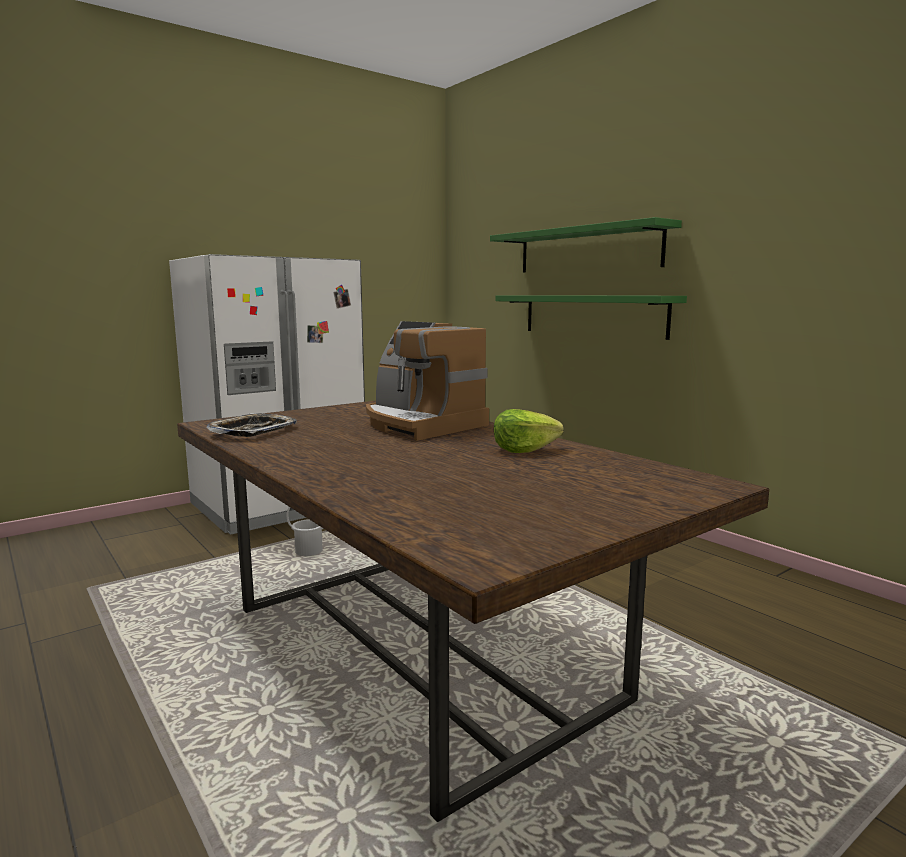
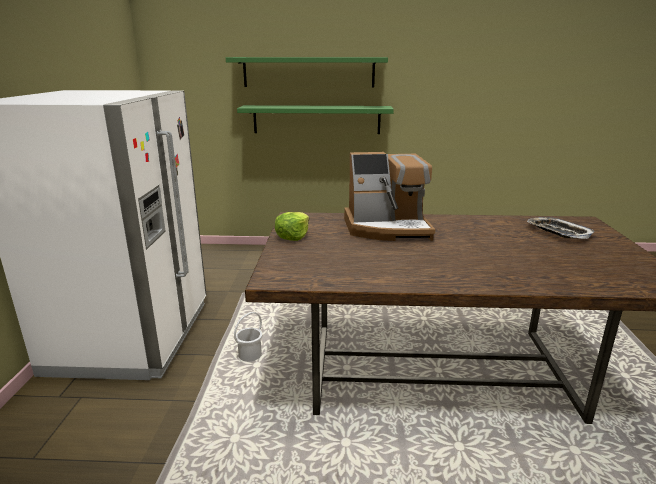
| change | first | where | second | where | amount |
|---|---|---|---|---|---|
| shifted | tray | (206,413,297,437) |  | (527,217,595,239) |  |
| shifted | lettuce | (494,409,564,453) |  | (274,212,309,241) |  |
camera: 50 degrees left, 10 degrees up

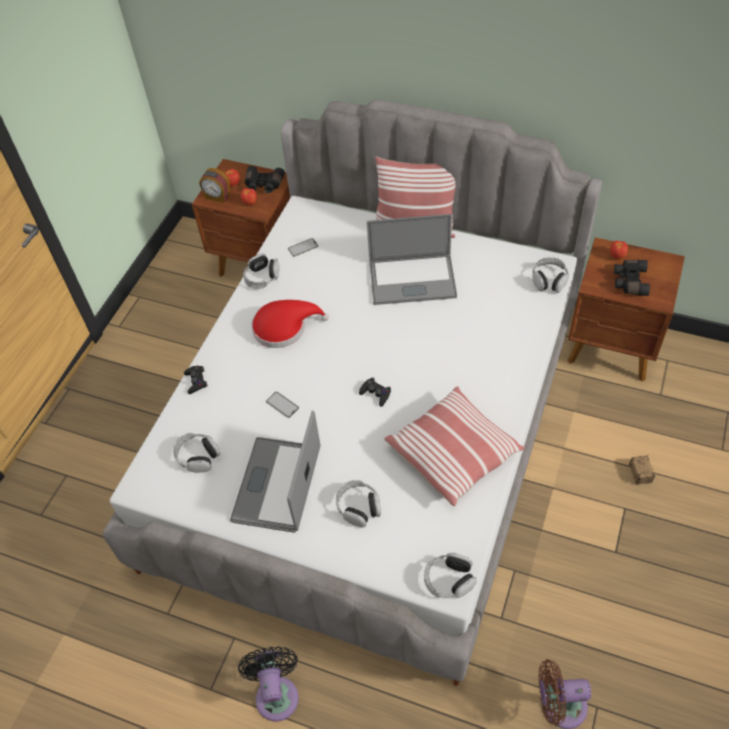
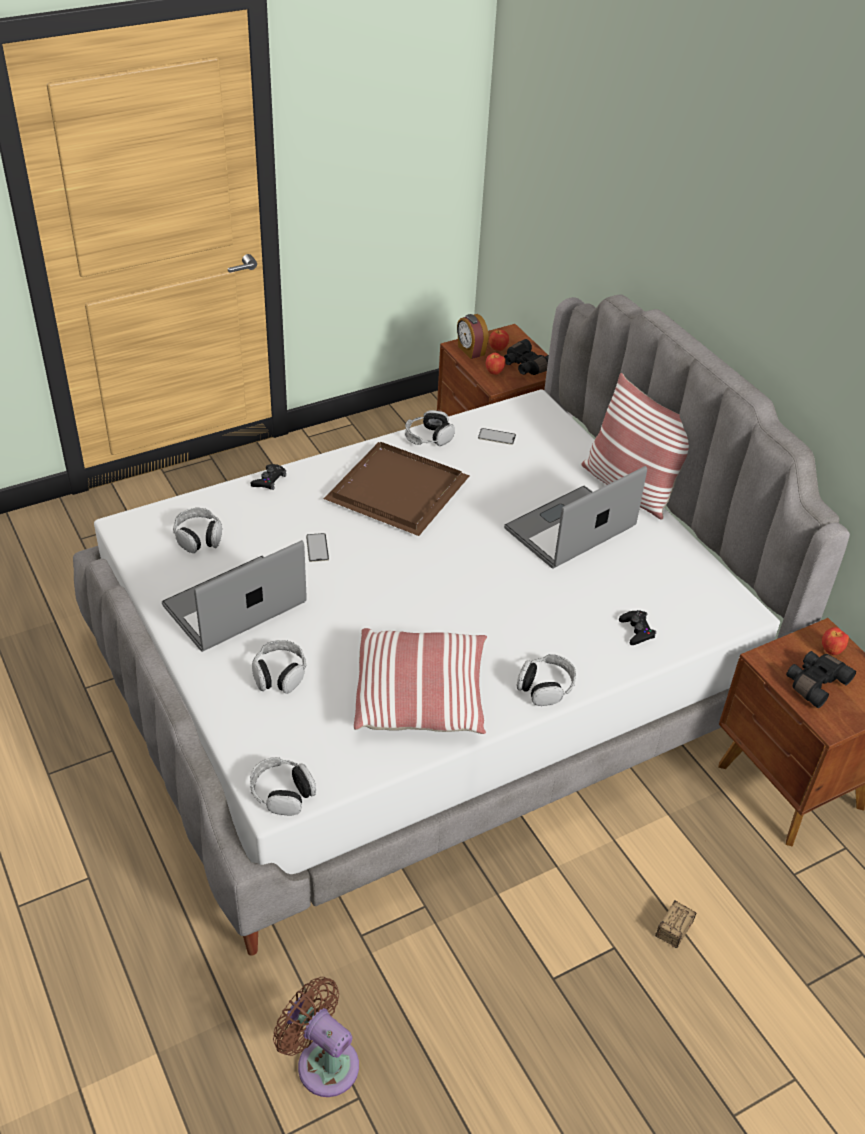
| change | first | where | second | where | amount |
|---|---|---|---|---|---|
| gone | fan (black) | (238,647,299,722) |  |  |  |
| shifted | game controller (black) | (359,377,391,407) |  | (619,610,656,645) |  |
| shifted | headphones | (532,257,569,293) |  | (517,654,576,706) |  |
| swapped | hat (red) | (252,300,329,348) | tray (brown) | (324,442,469,536) |  |
| rotated | laptop | (367,214,457,305) |  | (504,466,647,569) | 105 degrees clockwise |
camera: 35 degrees right, 10 degrees down

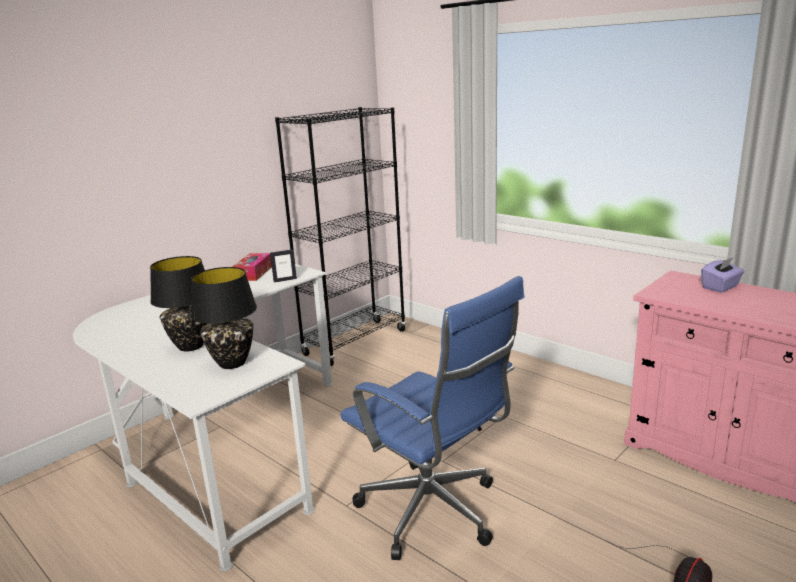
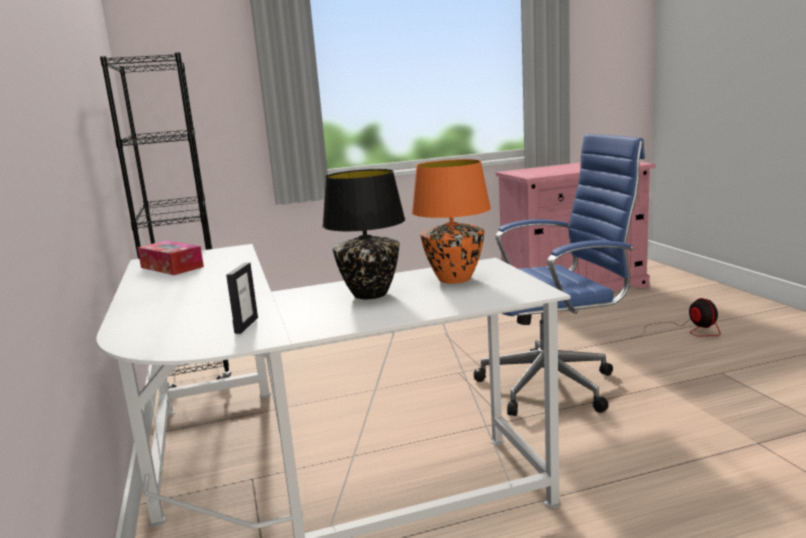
| change | first | where | second | where | amount |
|---|---|---|---|---|---|
| gone | tissue box (purple) | (701,257,744,292) |  |  |  |
| shifted | picture frame | (270,249,297,283) |  | (226,262,258,334) |  |
| repainted | table lamp (black) | (191,267,257,369) | table lamp (orange) | (412,159,491,284) |  |
camera: 60 degrees left, 5 degrees down

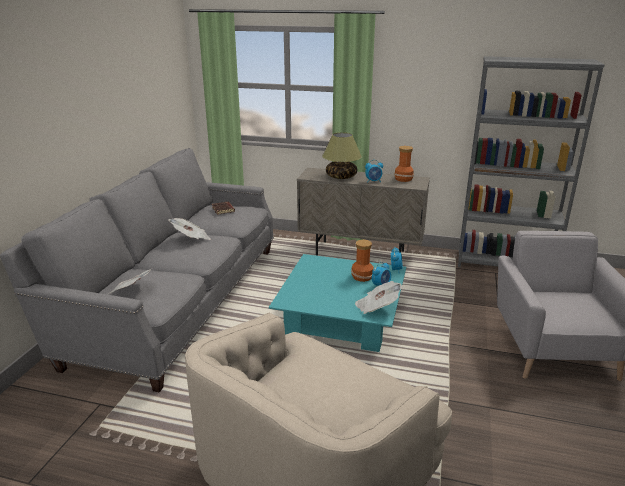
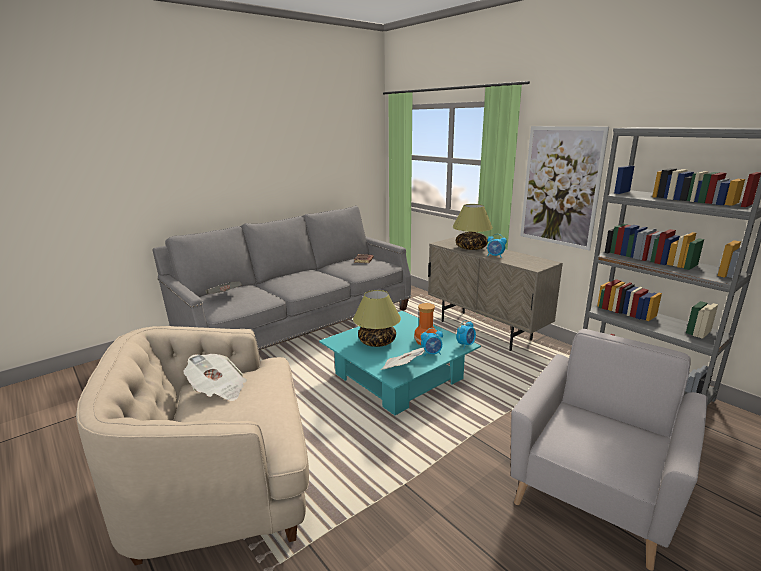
| change | first | where | second | where | amount |
|---|---|---|---|---|---|
| gone | vase | (394,146,414,182) |  |  |  |
| new |  |  | table lamp | (353,290,401,347) |  |
| new |  |  | picture | (520,126,609,251) |  |
| shifted | newspaper | (168,218,211,240) |  | (184,354,247,401) |  |
camera: 35 degrees right, 5 degrees down

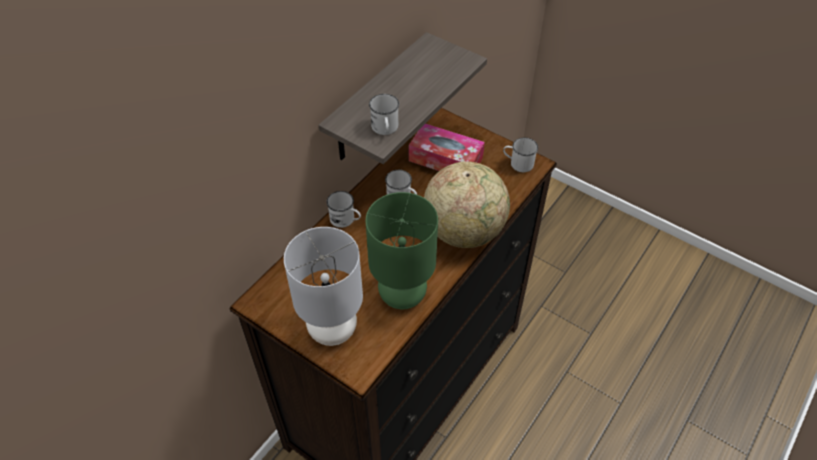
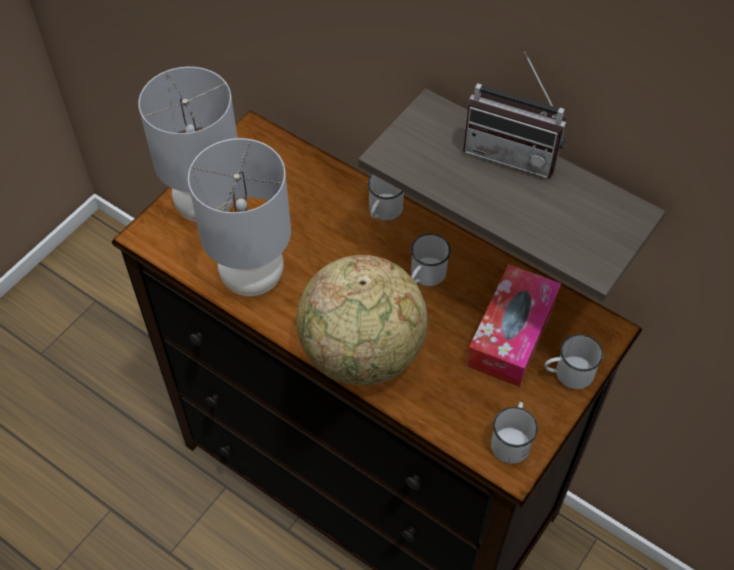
| change | first | where | second | where | amount |
|---|---|---|---|---|---|
| new |  |  | radio | (463,52,566,178) |  |
| shifted | mug (white) | (369,94,399,135) |  | (545,334,603,389) |  |
| repainted | table lamp (green) | (366,192,438,309) | table lamp (grey) | (188,138,291,296) |  |
camera: 90 degrees right, 5 degrees up

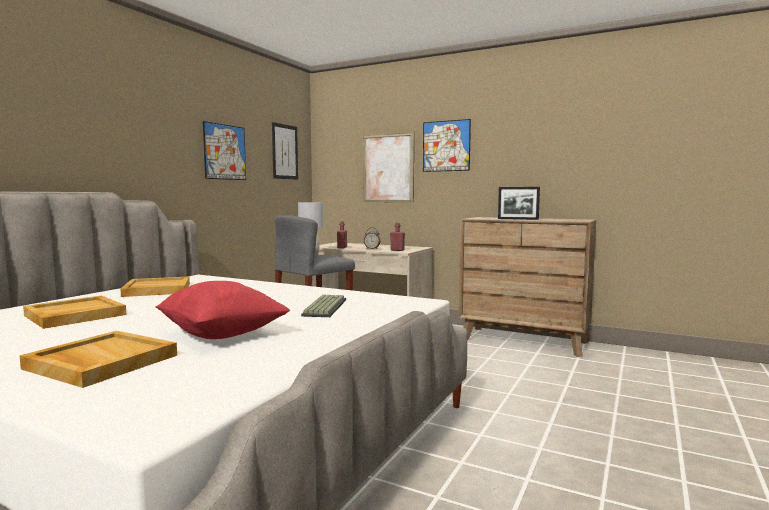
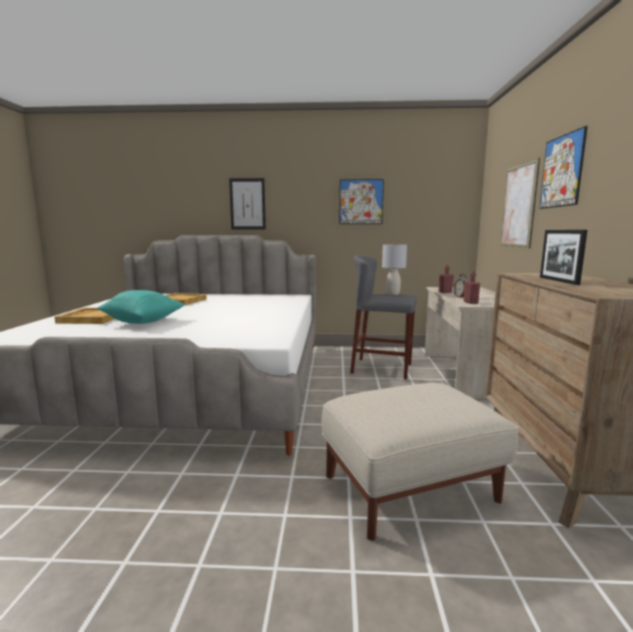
| change | first | where | second | where | amount |
|---|---|---|---|---|---|
| gone | tray (beige) | (120,276,190,297) |  |  |  |
| gone | keyboard | (301,295,346,317) |  |  |  |
| new |  |  | ottoman (beige) | (322,383,519,541) |  |
| shifted | picture | (272,122,298,180) |  | (229,178,266,229) |  |
| repainted | pillow (red) | (156,281,290,339) | pillow (turquoise) | (98,290,185,324) |  |
camera: 65 degrees right, 5 degrees up

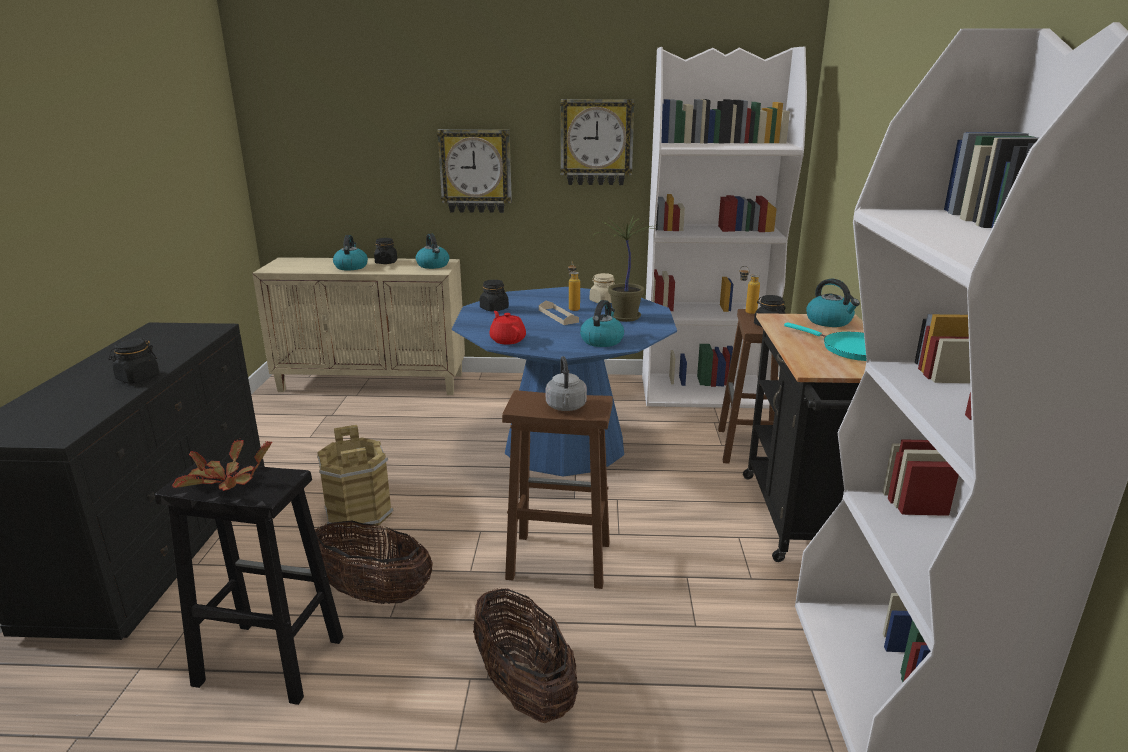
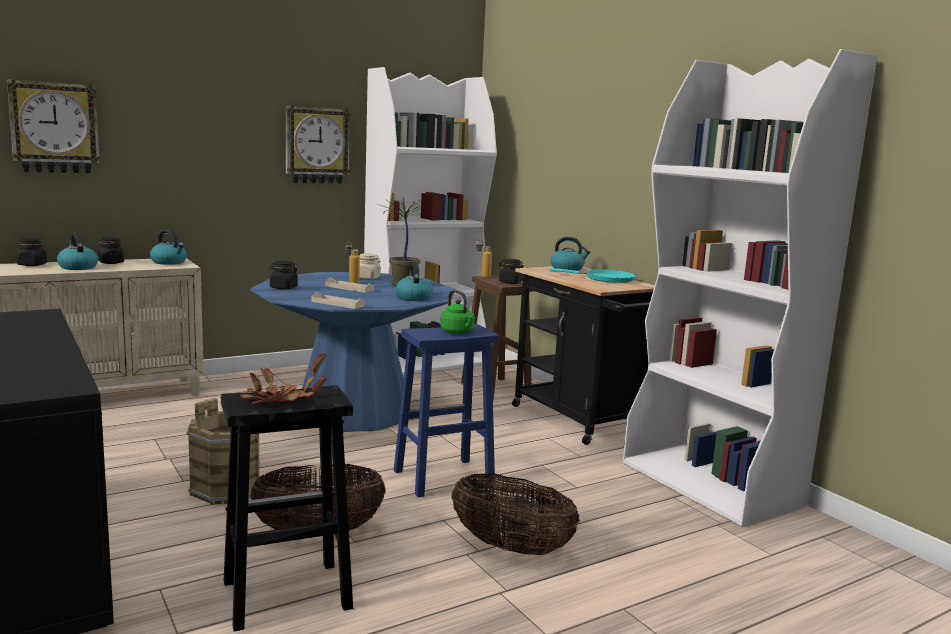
| change | first | where | second | where | amount |
|---|---|---|---|---|---|
| shifted | jar (black) | (108,338,160,384) |  | (16,238,47,266) |  |
| shifted | wall clock | (437,129,512,213) |  | (7,79,100,173) |  |
| swapped | teapot (red) | (490,311,526,345) | tray (beige) | (312,291,365,309) |  |
| repainted | stool (brown) | (502,390,613,589) | stool (blue) | (394,324,499,497) |  |
| repainted | kettle (grey) | (546,356,587,411) | kettle (green) | (440,290,475,334) |  |
camera: 35 degrees left, 10 degrees down

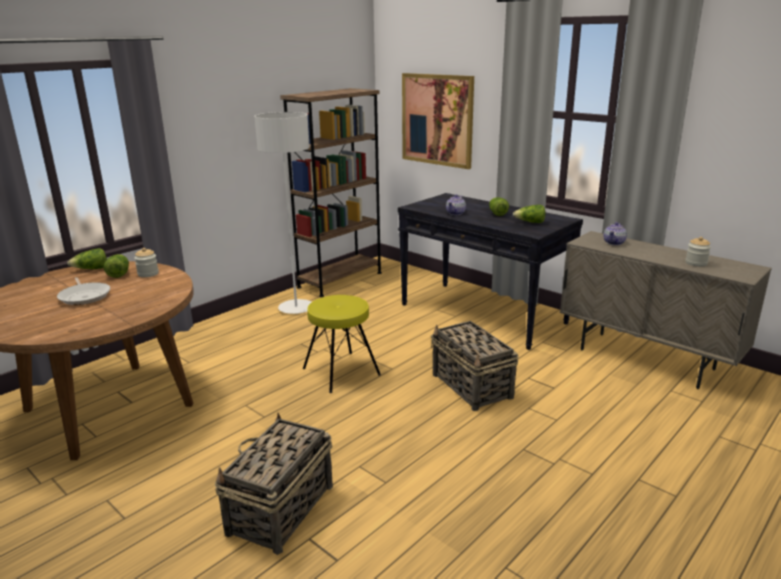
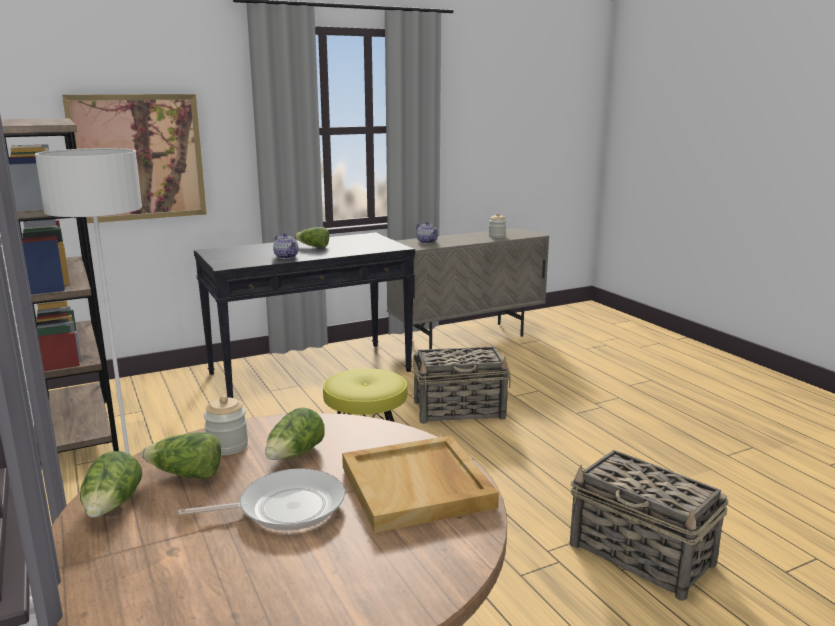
| change | first | where | second | where | amount |
|---|---|---|---|---|---|
| new |  |  | tray (beige) | (342,436,499,533) |  |
| shifted | lettuce | (513,205,546,223) |  | (265,407,325,460) |  |
camera: 70 degrees left, 5 degrees down

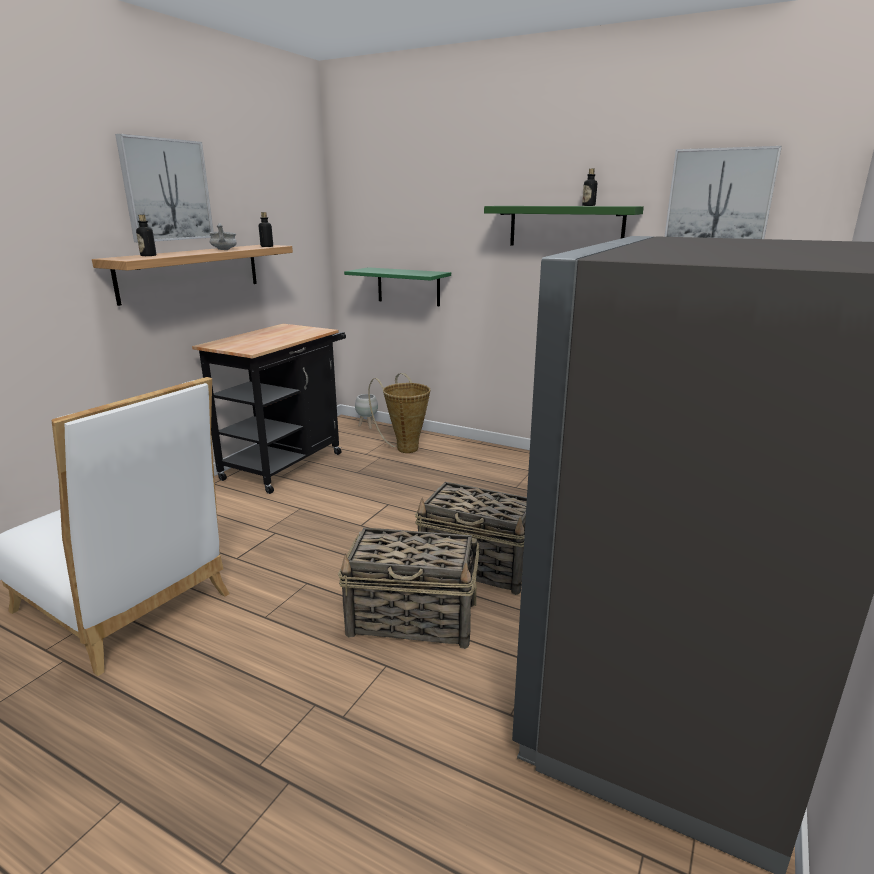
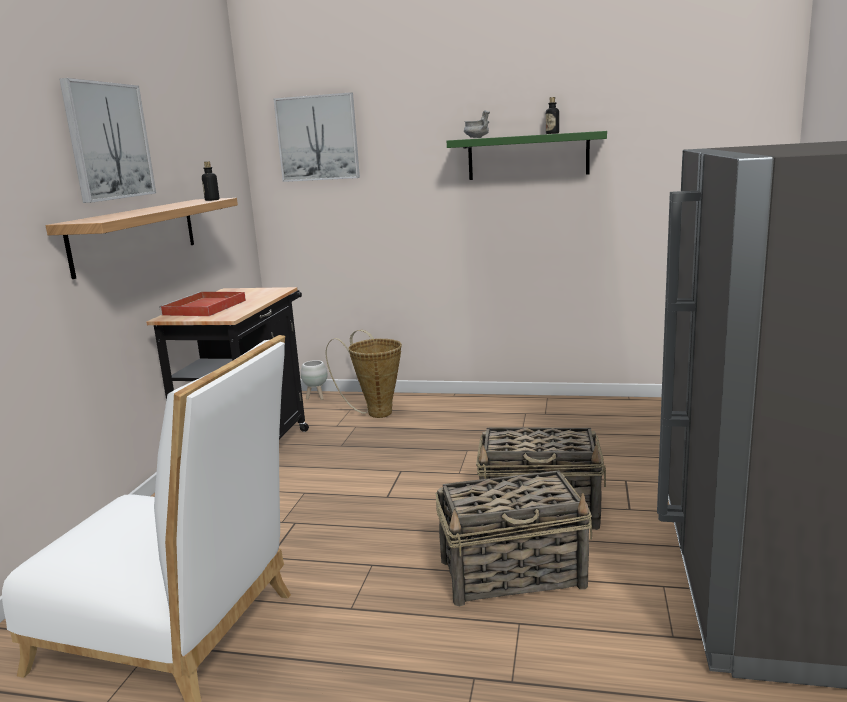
| change | first | where | second | where | amount |
|---|---|---|---|---|---|
| gone | bottle | (136,215,156,256) |  |  |  |
| gone | shelf (green) | (344,267,451,306) |  |  |  |
| new |  |  | tray (red) | (159,291,246,316) |  |
| shifted | bowl (grey) | (210,223,237,250) |  | (464,110,490,138) |  |
| shifted | picture | (664,146,782,239) |  | (273,92,360,182) |  |
camera: 15 degrees left, 5 degrees down

